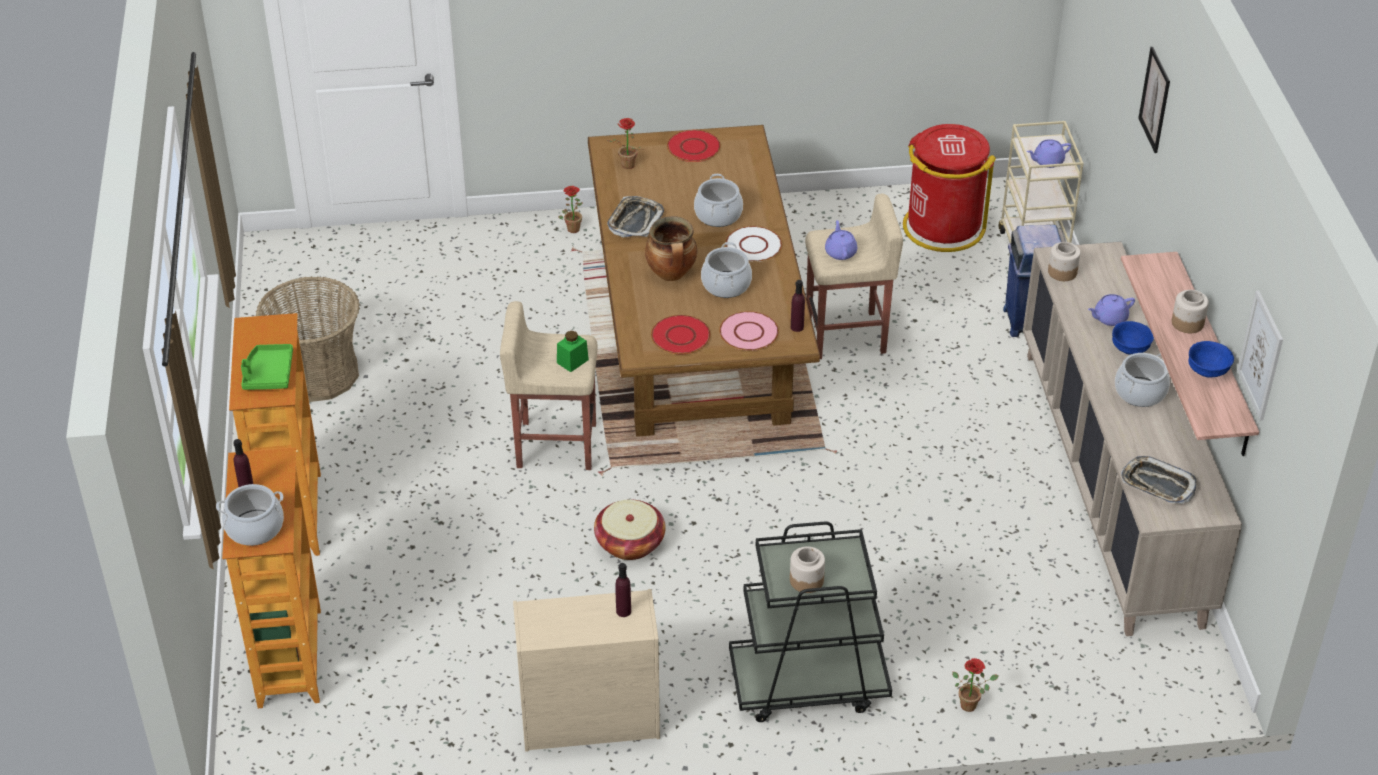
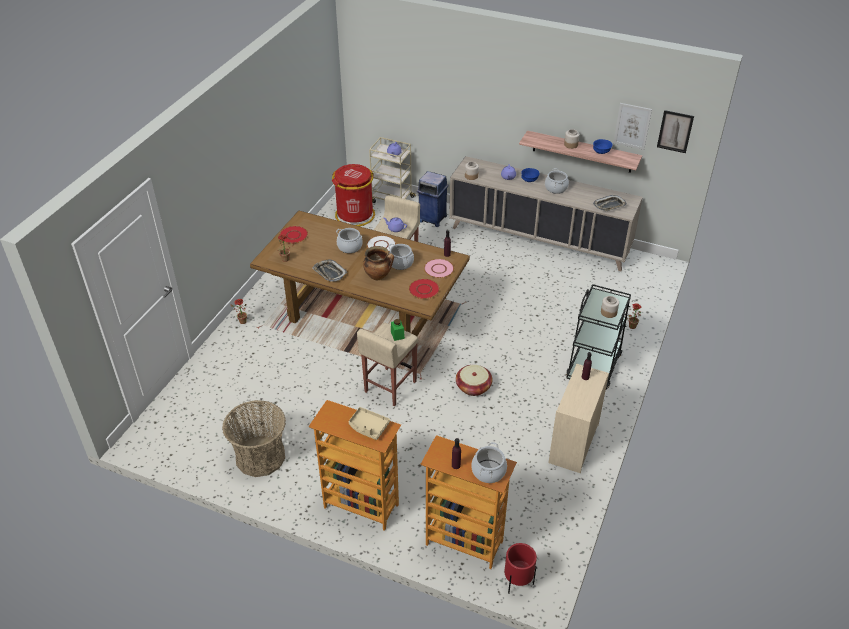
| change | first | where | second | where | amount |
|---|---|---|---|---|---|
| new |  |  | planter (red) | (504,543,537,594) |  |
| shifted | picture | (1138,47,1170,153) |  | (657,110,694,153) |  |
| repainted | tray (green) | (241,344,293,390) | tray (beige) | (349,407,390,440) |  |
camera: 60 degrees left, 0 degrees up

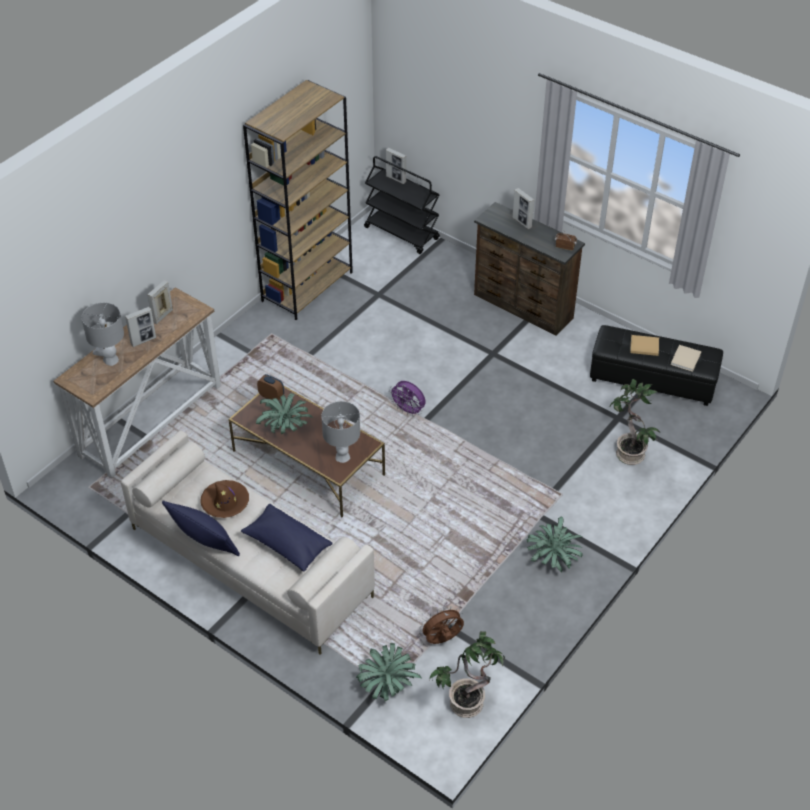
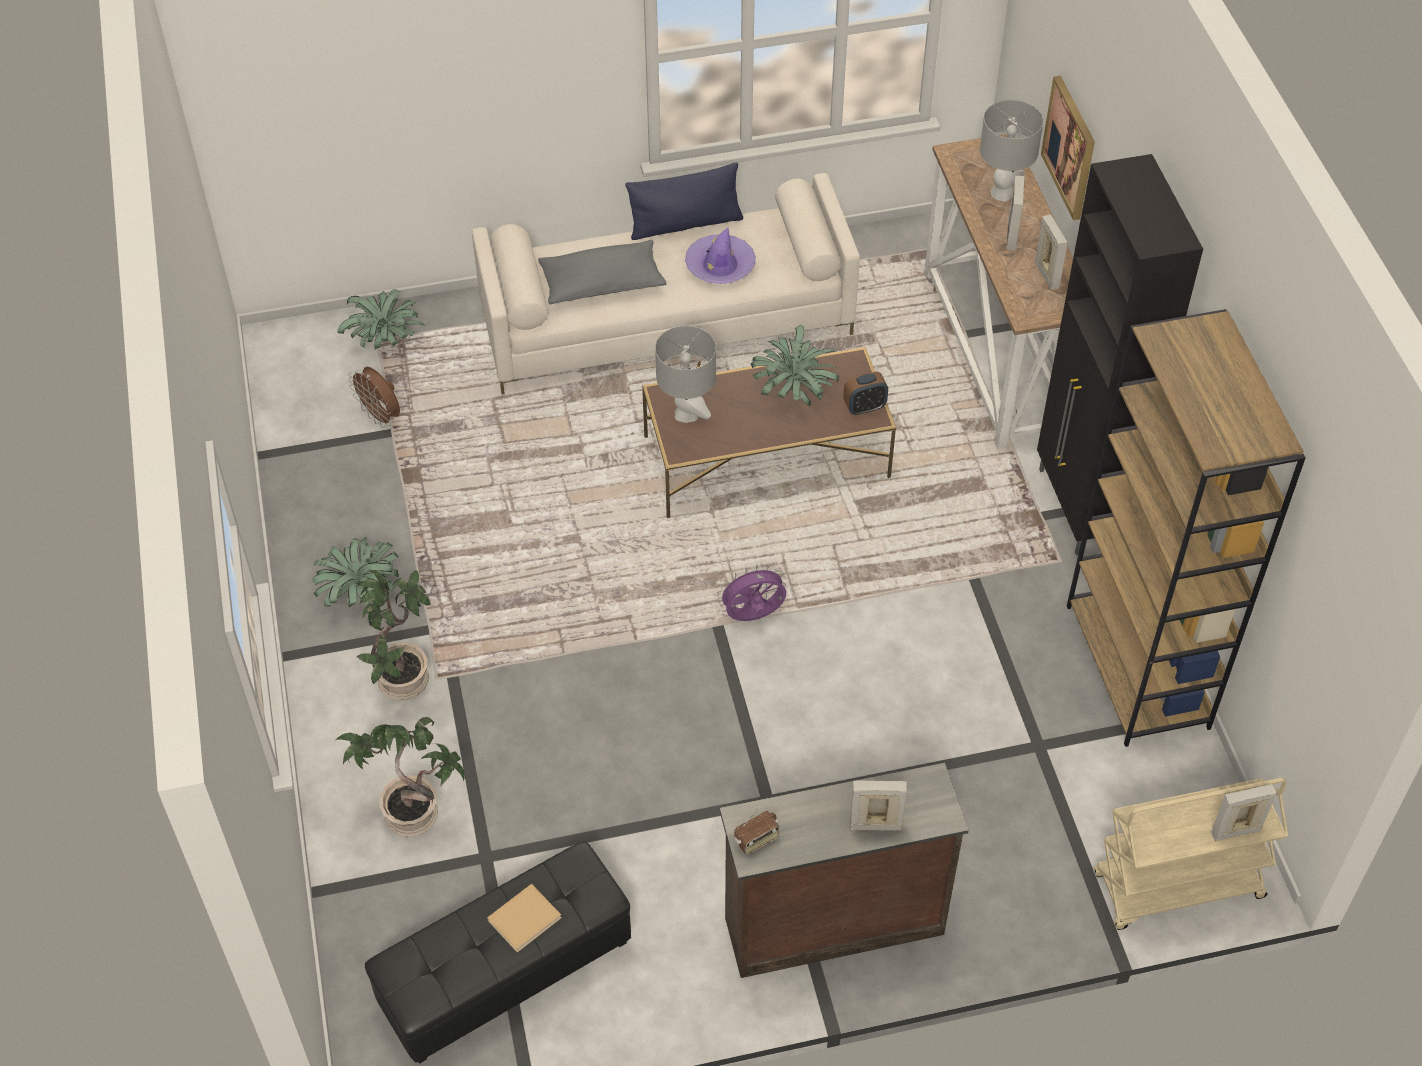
| change | first | where | second | where | amount |
|---|---|---|---|---|---|
| gone | book (beige) | (671,345,702,372) |  |  |  |
| new |  |  | cabinet (black) | (1037,154,1203,555) |  |
| new |  |  | picture | (1041,76,1095,220) |  |
| shifted | potted plant | (429,631,505,718) |  | (356,569,430,700) |  |
| repainted | hat (brown) | (200,480,249,518) | hat (purple) | (685,228,756,284) |  |
| repainted | pillow (blue) | (241,503,333,572) | pillow (grey) | (538,240,666,304) |  |
| repainted | cart (black) | (364,156,440,254) | cart (beige) | (1093,778,1288,930) |  |
| rotated | fan (brown) | (419,606,464,644) |  | (348,367,400,428) | 120 degrees clockwise |
camera: 130 degrees right, 5 degrees up

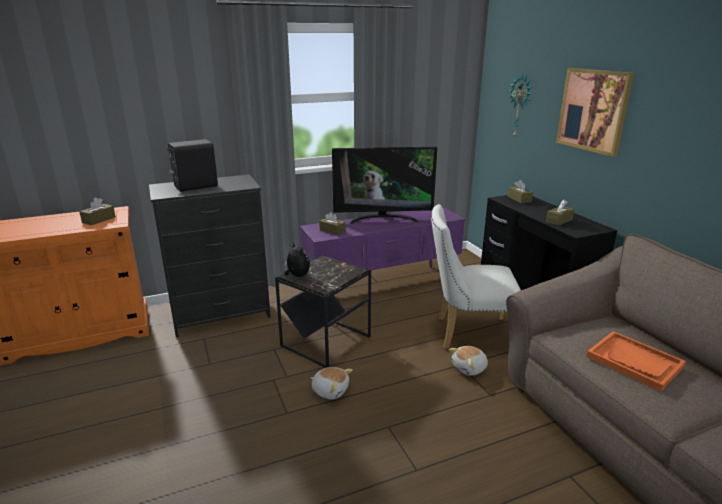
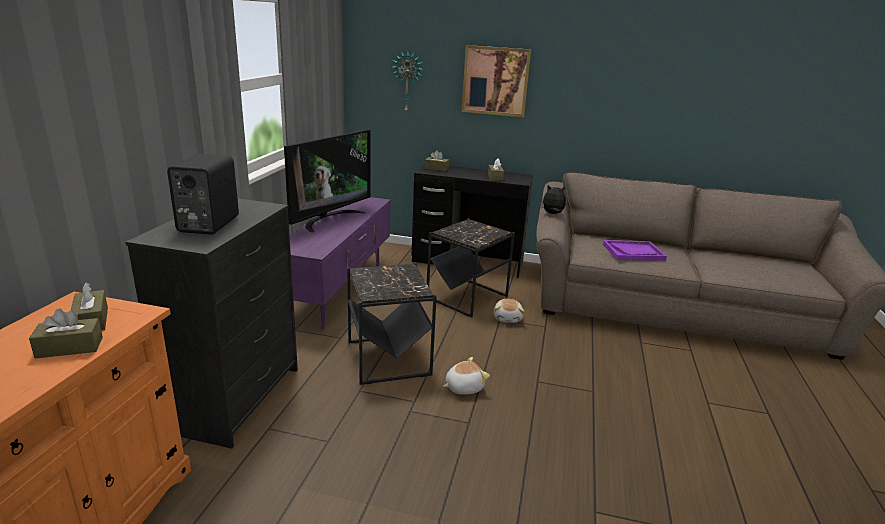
| change | first | where | second | where | amount |
|---|---|---|---|---|---|
| shifted | plush toy | (284,242,310,277) |  | (541,185,566,214) |  |
| shifted | tissue box (brown) | (319,212,345,235) |  | (29,308,103,358) |  |
| swapped | chair (white) | (431,204,521,349) | side table (black) | (427,218,515,318) |  |
| repainted | tray (orange) | (586,331,686,391) | tray (purple) | (603,240,667,261) |  |
camera: 55 degrees left, 0 degrees up

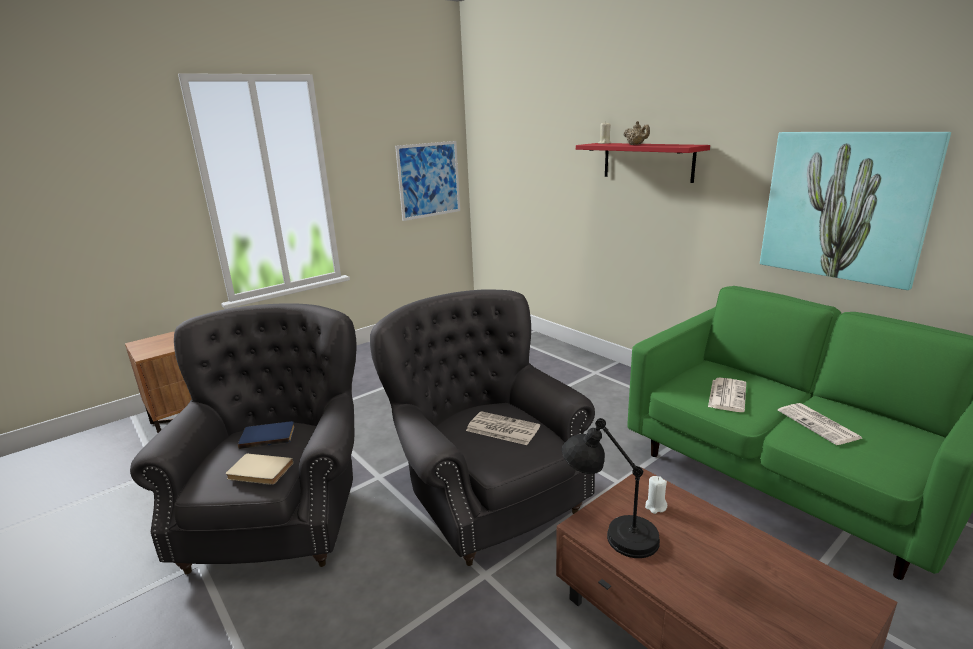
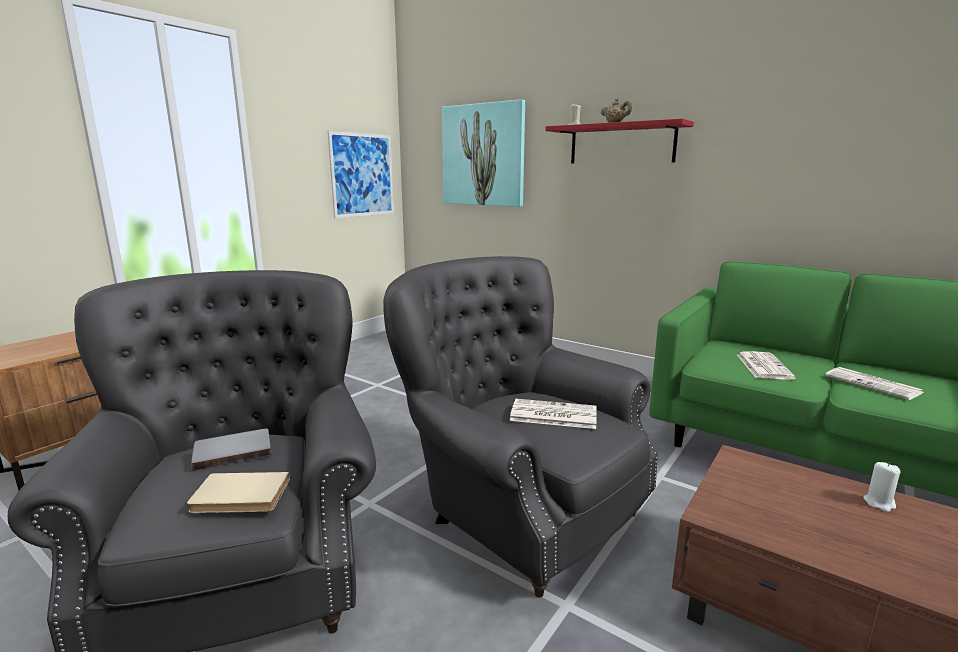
| change | first | where | second | where | amount |
|---|---|---|---|---|---|
| gone | table lamp (black) | (562,418,660,558) |  |  |  |
| shifted | candle (white) | (645,476,667,514) |  | (864,462,901,512) |  |
| shifted | picture | (760,132,951,290) |  | (442,99,525,207) |  |
| repainted | book (blue) | (238,421,295,449) | book (grey) | (191,428,272,471) |  |
camera: 15 degrees left, 5 degrees down

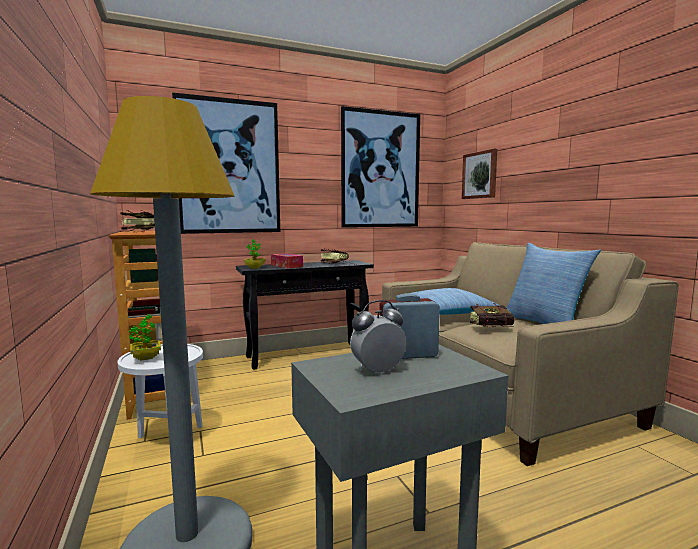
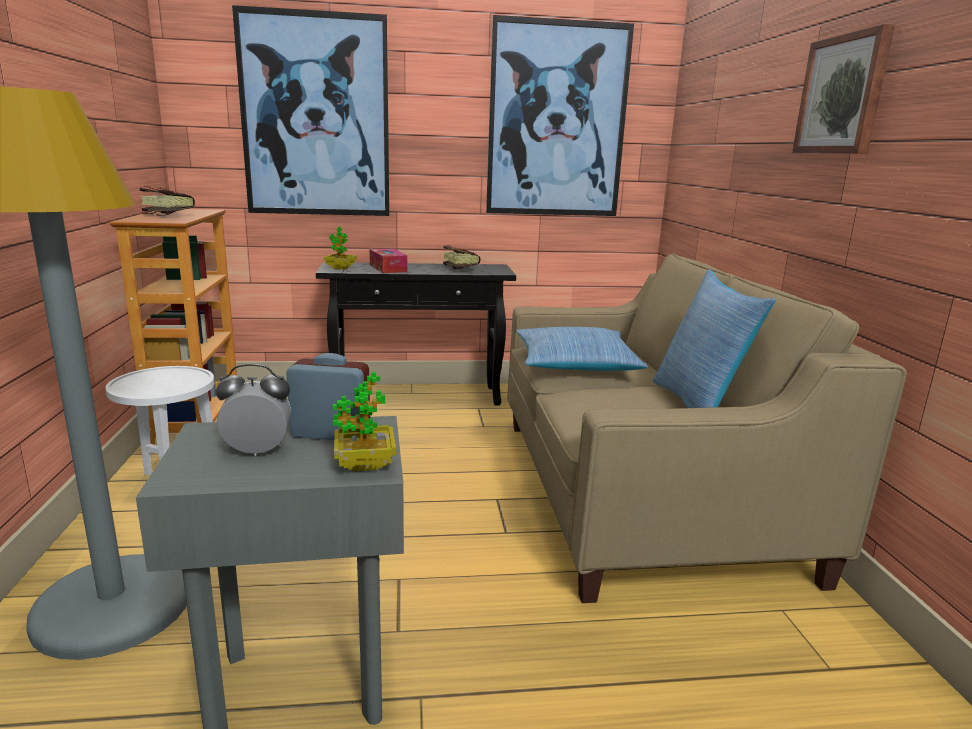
| change | first | where | second | where | amount |
|---|---|---|---|---|---|
| gone | book | (470,303,514,327) |  |  |  |
| shifted | potted plant | (129,314,161,361) |  | (333,371,396,471) |  |
| shifted | picture | (462,149,497,199) |  | (792,24,895,154) |  |
camera: 15 degrees right, 10 degrees up

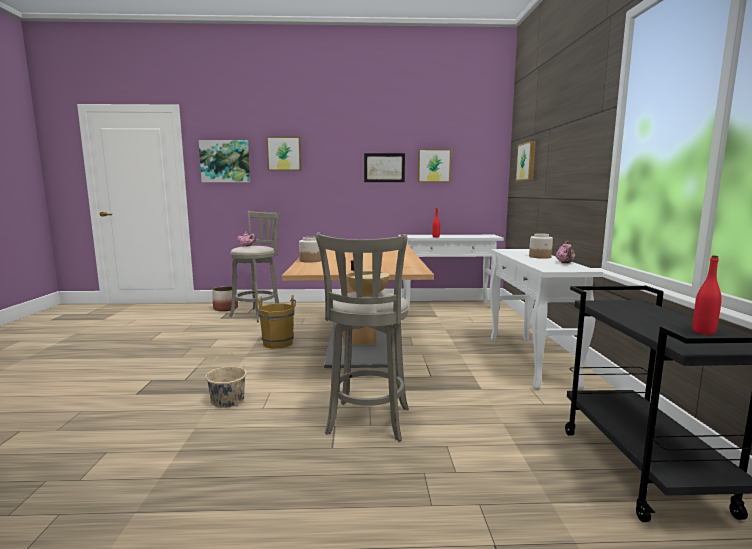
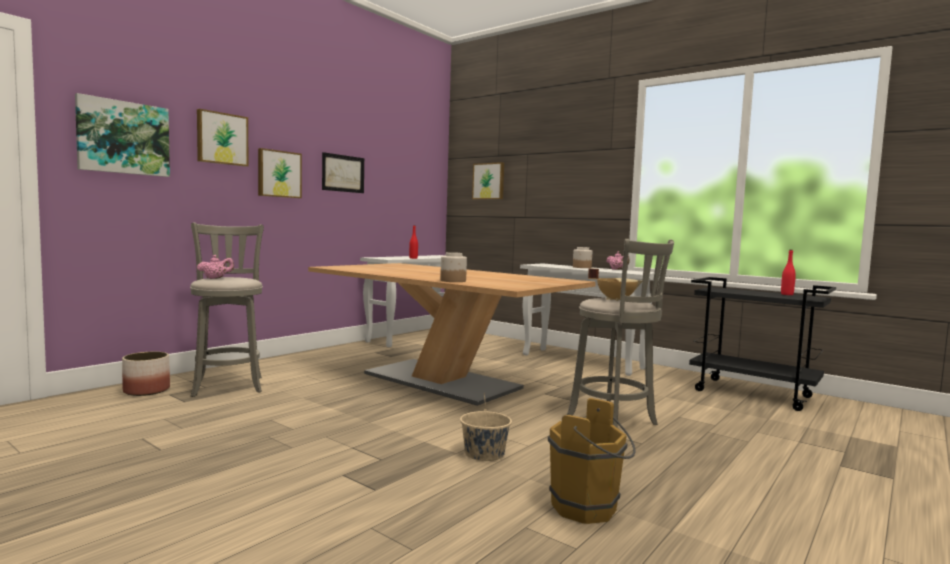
| change | first | where | second | where | amount |
|---|---|---|---|---|---|
| shifted | bucket (brown) | (257,295,296,349) |  | (548,398,636,524) |  |
| shifted | picture | (418,149,451,182) |  | (258,148,302,198) |  |
camera: 50 degrees left, 5 degrees down

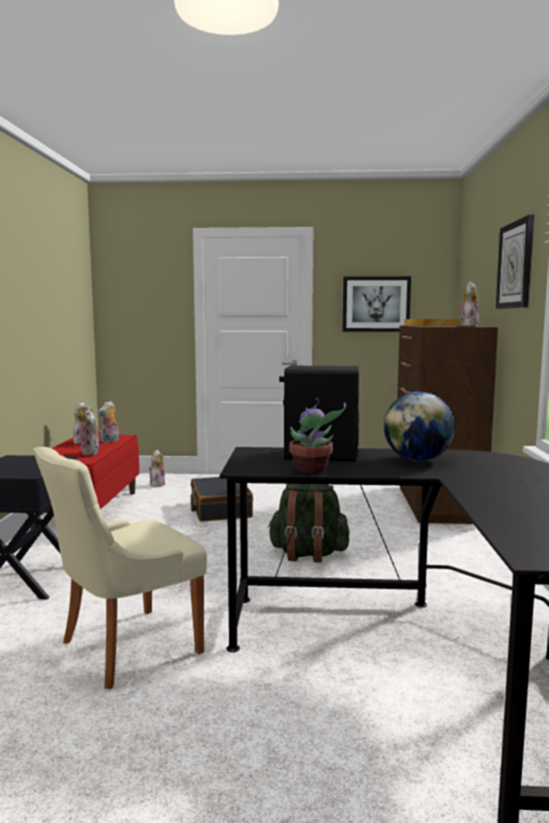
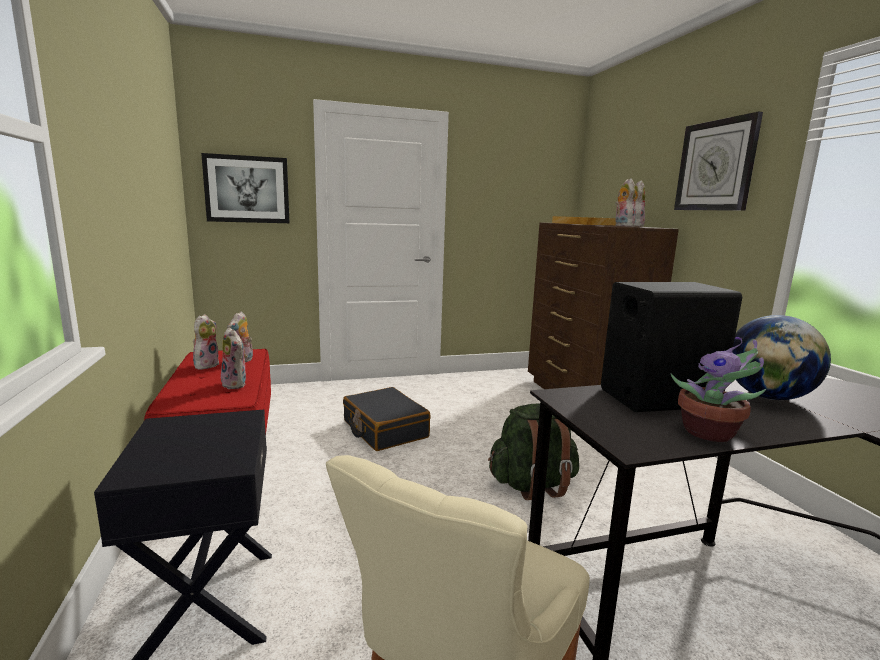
| change | first | where | second | where | amount |
|---|---|---|---|---|---|
| shifted | plush toy | (149,450,165,487) |  | (615,178,635,227) |  |
| shifted | picture | (342,276,411,332) |  | (201,153,290,223) |  |
camera: 20 degrees left, 5 degrees up

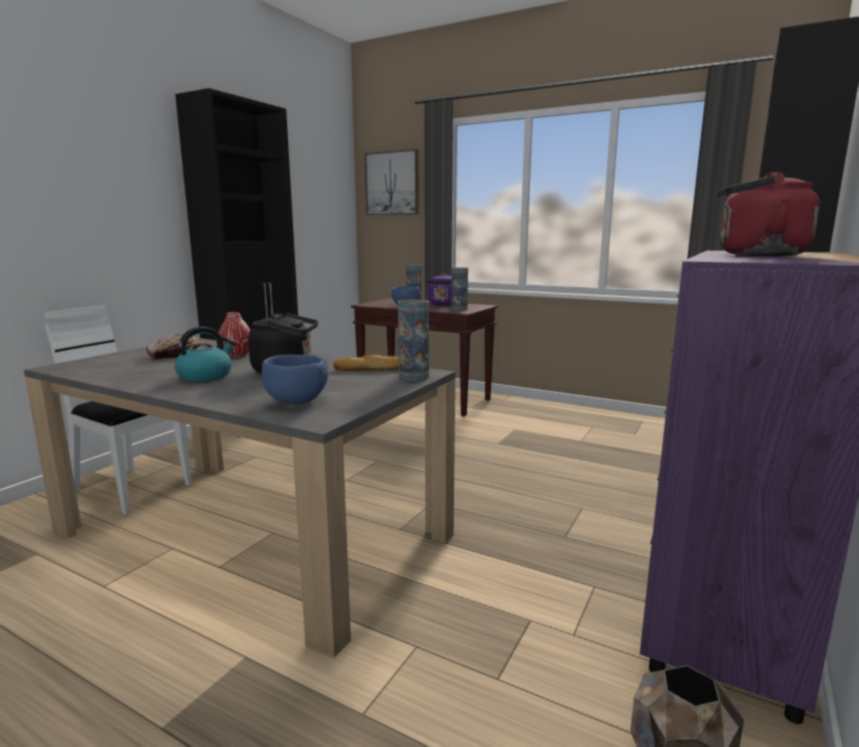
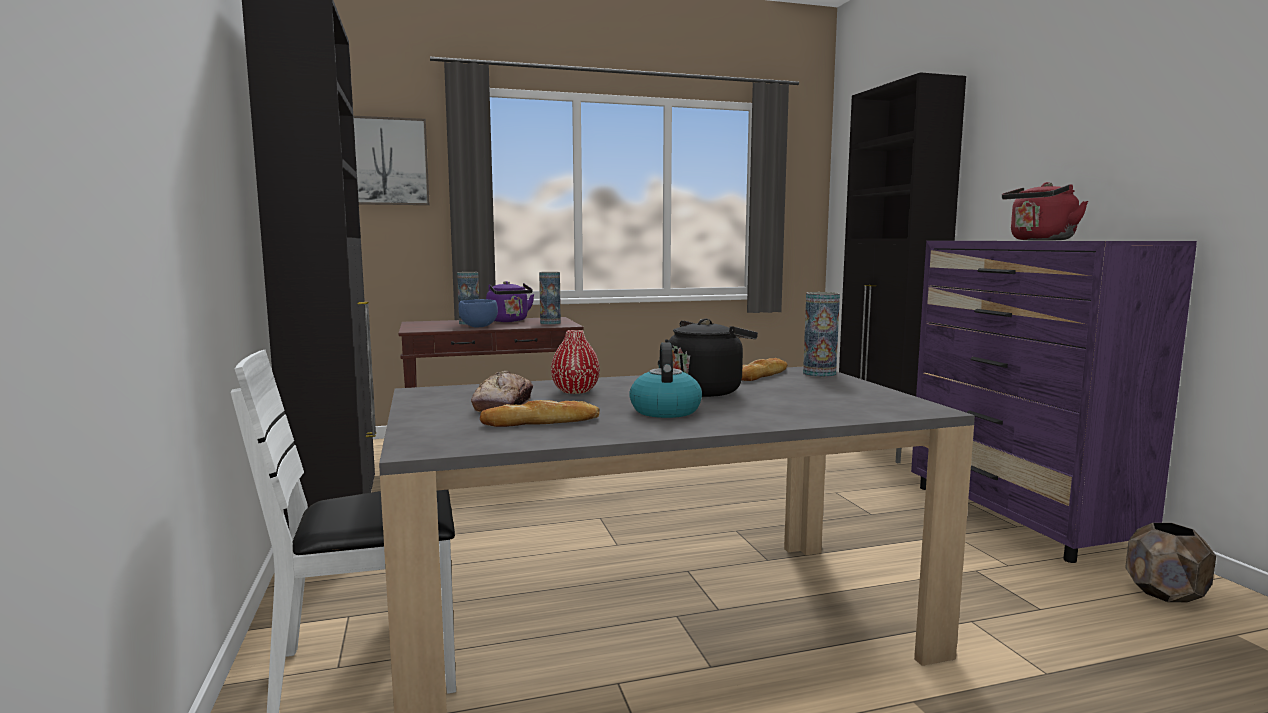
| change | first | where | second | where | amount |
|---|---|---|---|---|---|
| gone | bowl (blue) | (262,354,329,405) |  |  |  |
| new |  |  | bread | (480,400,600,427) |  |
camera: 45 degrees left, 5 degrees down

